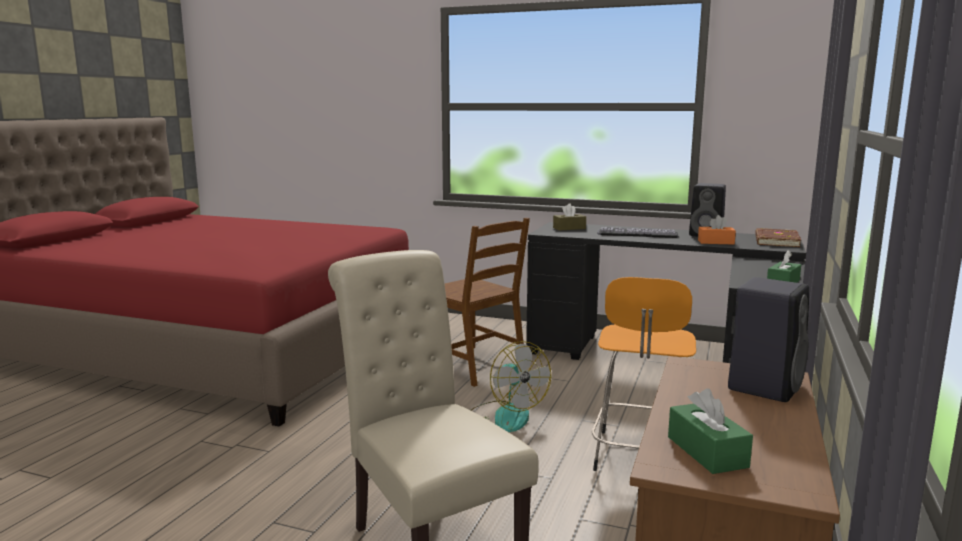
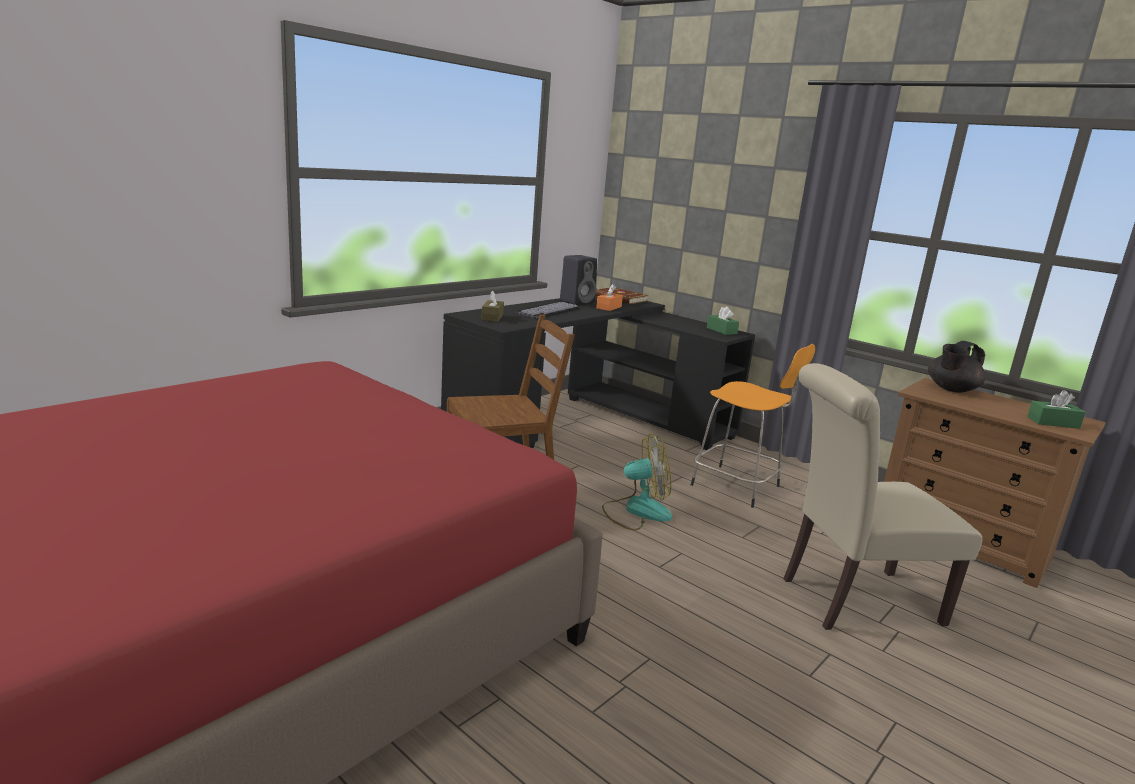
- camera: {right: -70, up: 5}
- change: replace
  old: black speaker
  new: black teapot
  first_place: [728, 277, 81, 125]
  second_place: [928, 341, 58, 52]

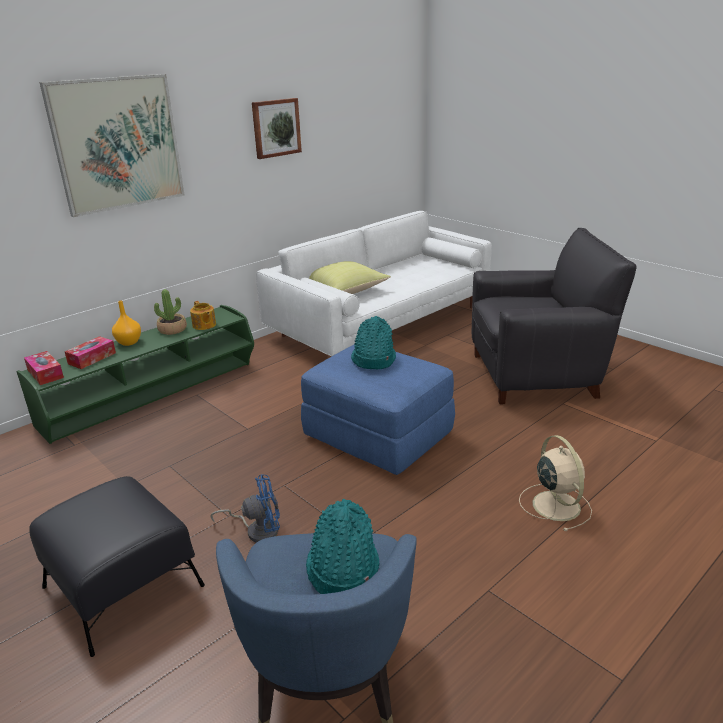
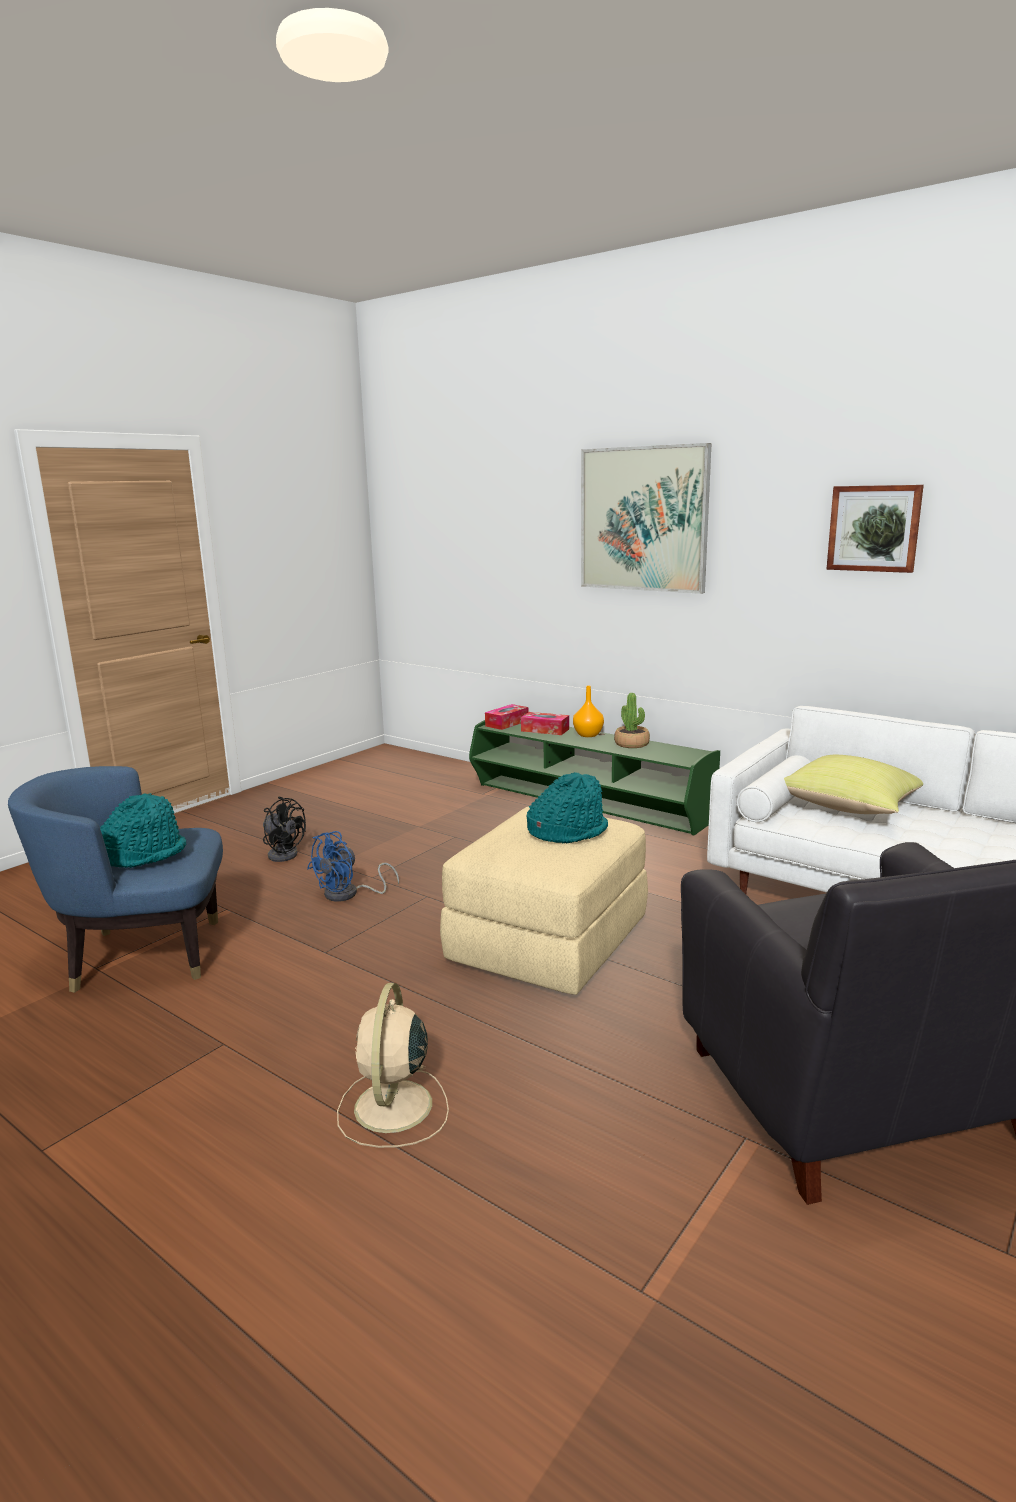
- camera: {right: 80, up: -10}
- change: delete
  old: teapot
  first_place: [190, 301, 26, 29]
- change: replace
  old: black ottoman
  new: black fan
  first_place: [29, 476, 176, 181]
  second_place: [263, 797, 43, 65]
- change: recolor
  old: blue ottoman
  new: beige ottoman
  first_place: [301, 344, 154, 131]
  second_place: [440, 806, 208, 189]
- change: rotate
  old: blue fan
  first_place: [210, 474, 70, 69]
  second_place: [307, 831, 92, 71]
  degrees: 60
- change: rotate
  old: beige fan
  first_place: [519, 435, 73, 96]
  second_place: [337, 983, 112, 165]
  degrees: 120

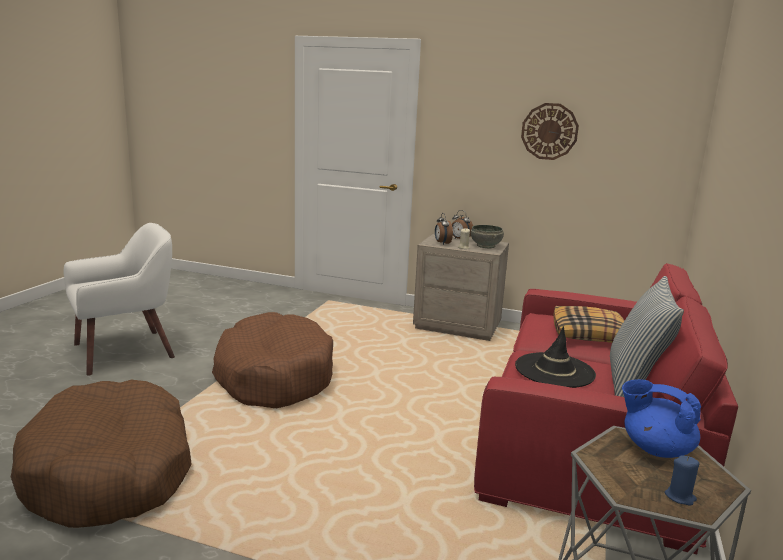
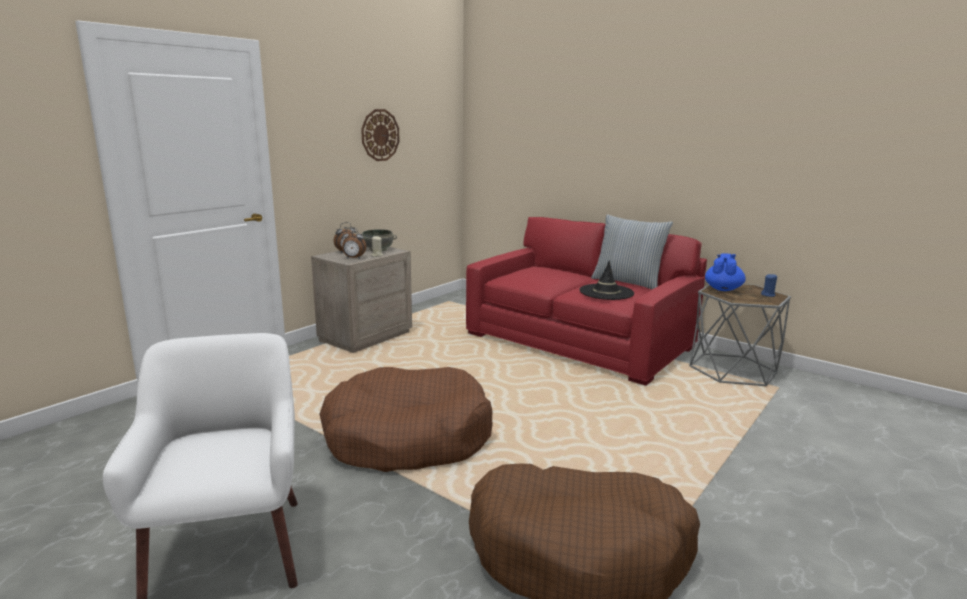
- camera: {right: -70, up: 0}
- change: delete
  old: pillow
  first_place: [553, 306, 72, 37]
- change: rotate
  old: blue teapot
  first_place: [622, 379, 79, 79]
  second_place: [705, 254, 41, 37]
  degrees: 150

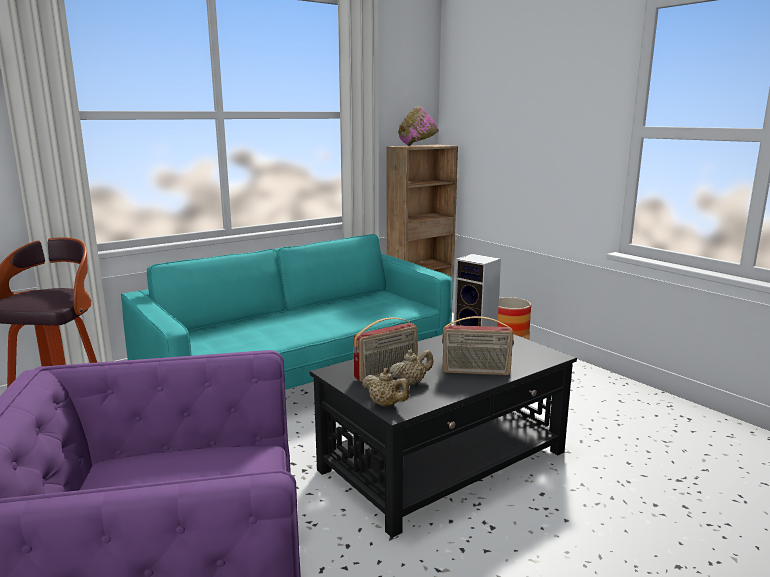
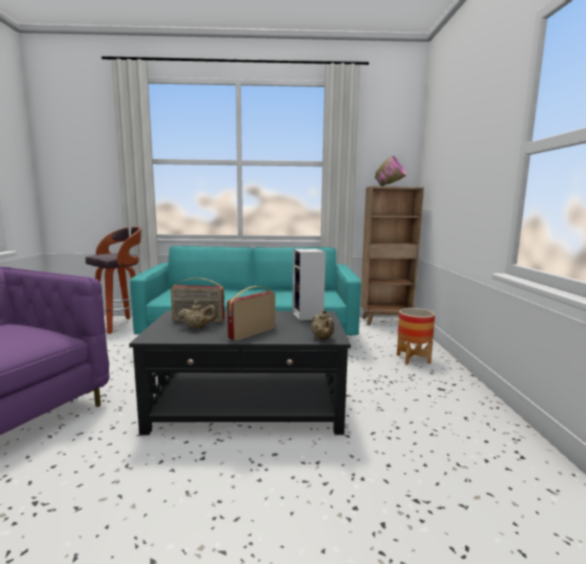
- camera: {right: 35, up: -5}
- change: move
  old: beige teapot
  first_place: [362, 368, 48, 39]
  second_place: [311, 310, 23, 29]
- change: rotate
  old: radio
  first_place: [442, 316, 71, 59]
  second_place: [227, 286, 48, 55]
  degrees: 90

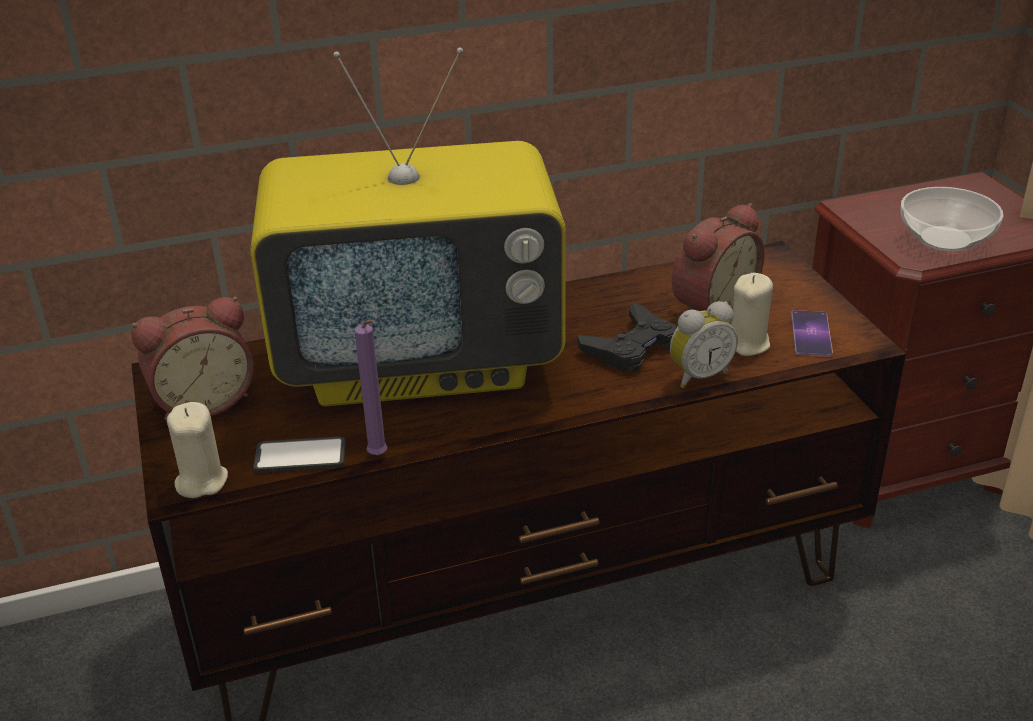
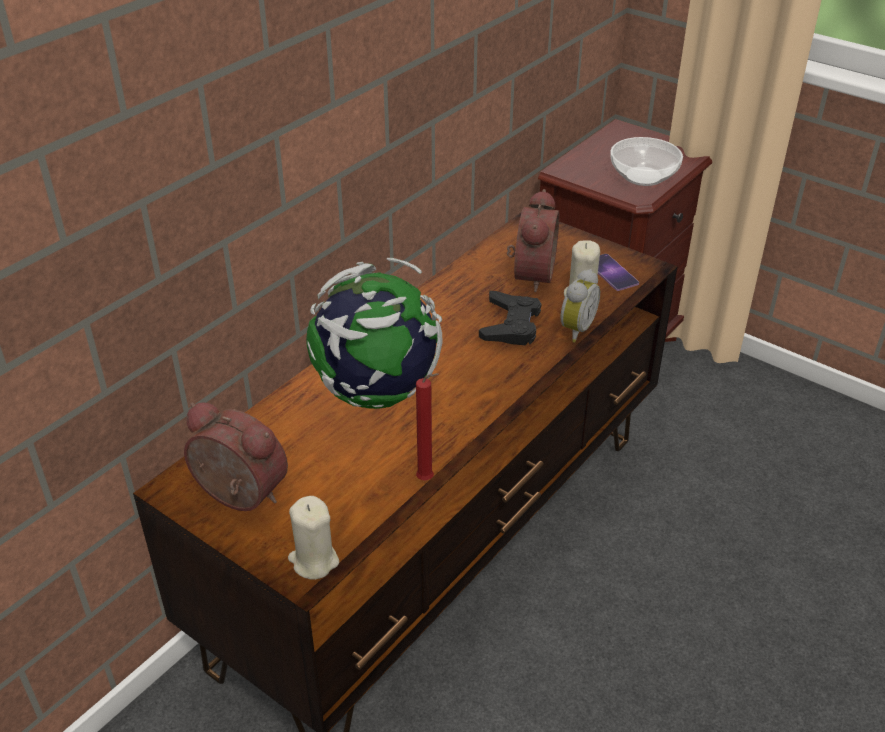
- camera: {right: -35, up: 5}
- change: delete
  old: phone
  first_place: [253, 436, 93, 37]
- change: replace
  old: television
  new: globe
  first_place: [250, 48, 316, 358]
  second_place: [306, 258, 137, 151]
- change: recolor
  old: purple candle
  new: red candle
  first_place: [354, 320, 34, 135]
  second_place: [416, 373, 23, 107]
- change: rotate
  old: alarm clock
  first_place: [131, 297, 123, 123]
  second_place: [184, 402, 104, 109]
  degrees: -90

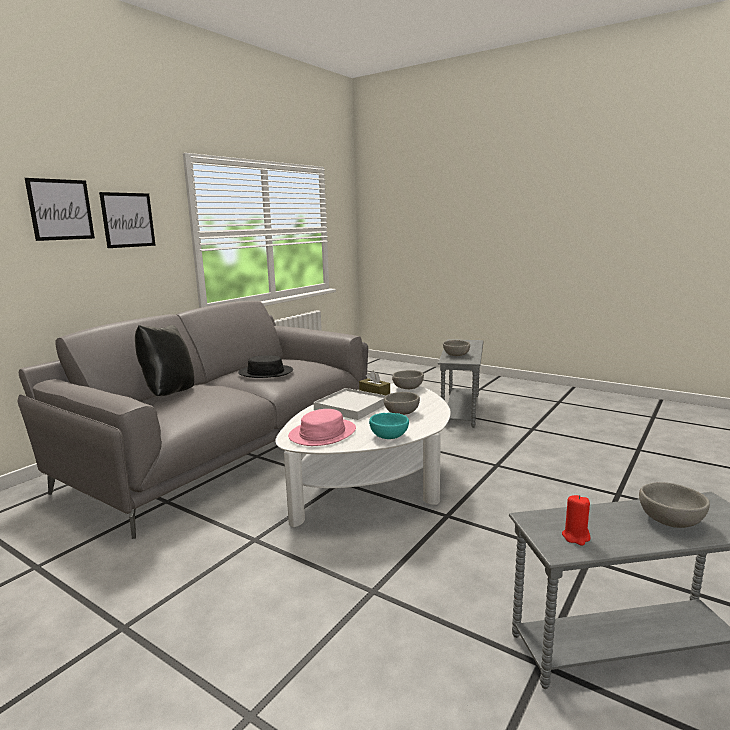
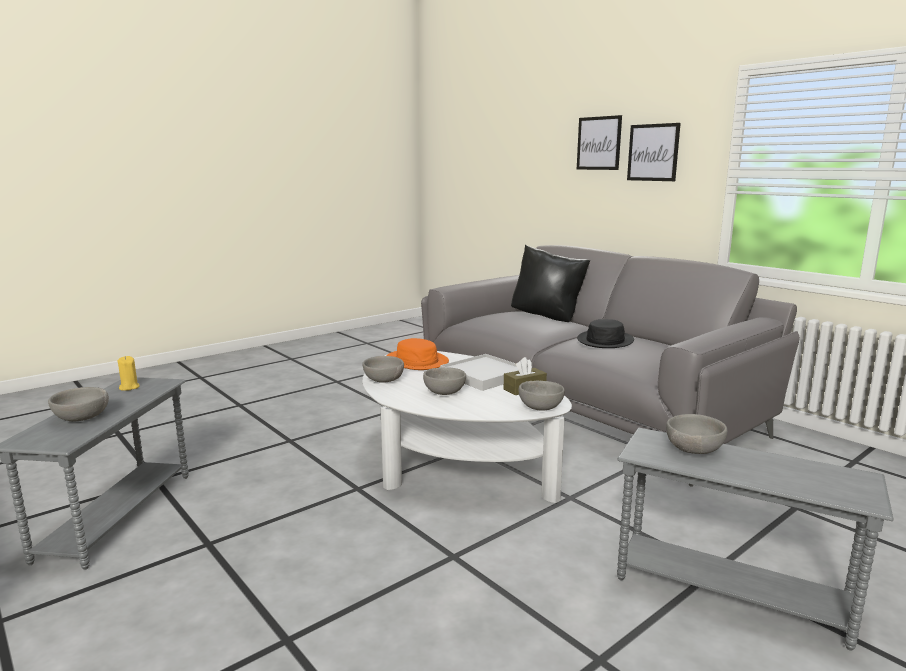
- camera: {right: 105, up: 0}
- change: recolor
  old: pink hat
  new: orange hat
  first_place: [288, 409, 68, 37]
  second_place: [386, 338, 63, 32]
- change: recolor
  old: turquoise bowl
  new: grey bowl
  first_place: [369, 413, 40, 26]
  second_place: [362, 356, 42, 27]
- change: recolor
  old: red candle
  new: yellow candle
  first_place: [562, 495, 29, 51]
  second_place: [118, 356, 22, 35]

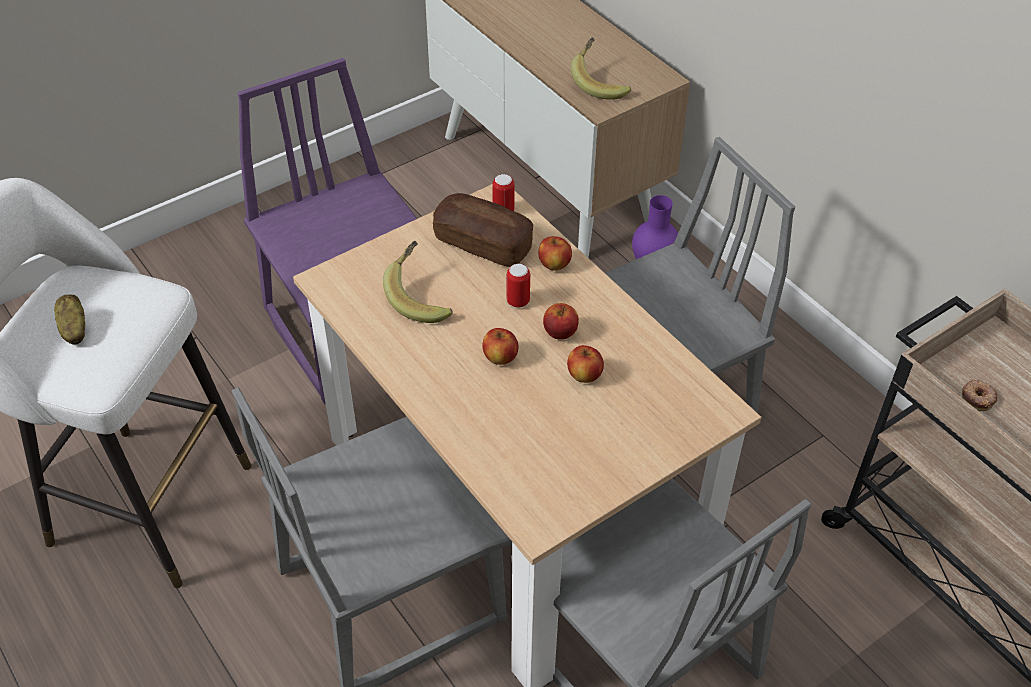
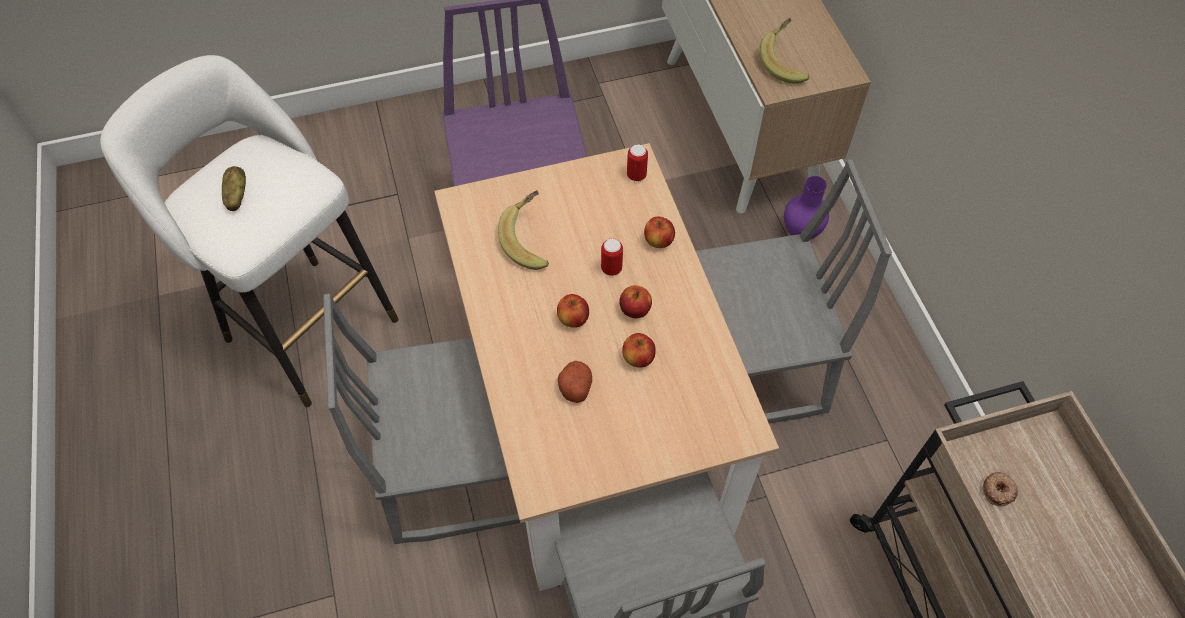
- camera: {right: 20, up: 10}
- change: delete
  old: bread
  first_place: [433, 193, 100, 74]
- change: insert
  new: potato
  second_place: [558, 361, 34, 42]

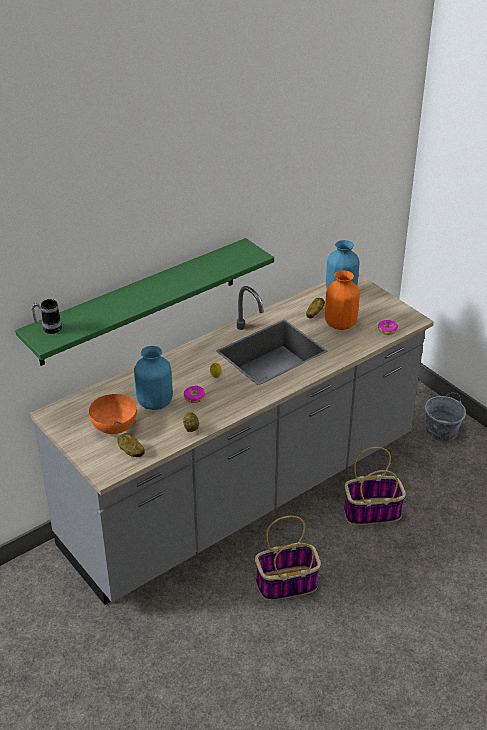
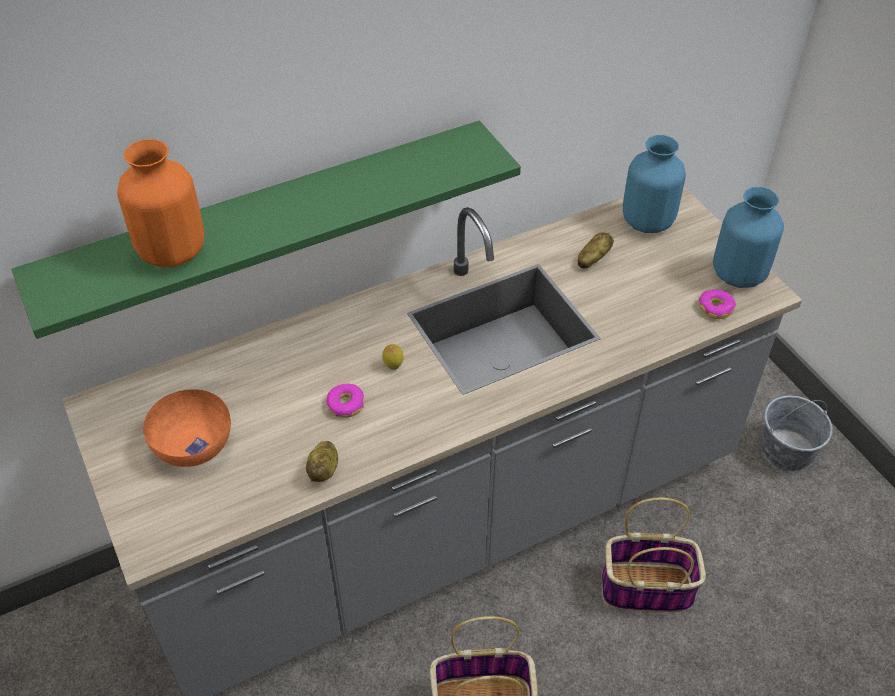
- camera: {right: 10, up: 10}
- change: delete
  old: mug
  first_place: [32, 299, 30, 35]
- change: delete
  old: potato
  first_place: [117, 433, 28, 24]
- change: move
  old: blue vase
  first_place: [134, 346, 39, 64]
  second_place: [713, 187, 71, 101]
- change: move
  old: orange vase
  first_place: [325, 270, 35, 60]
  second_place: [117, 139, 87, 128]

